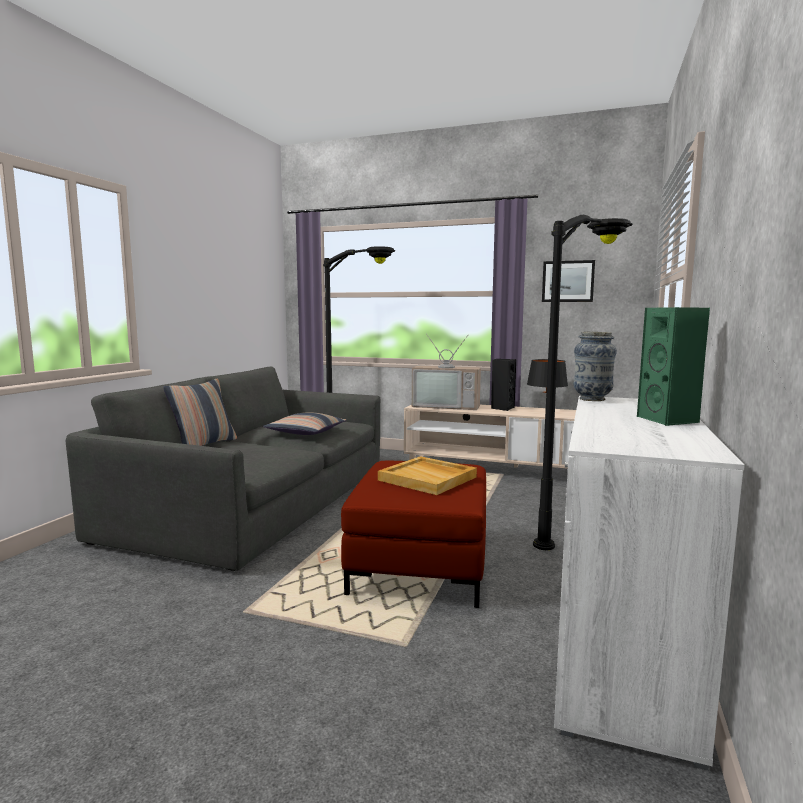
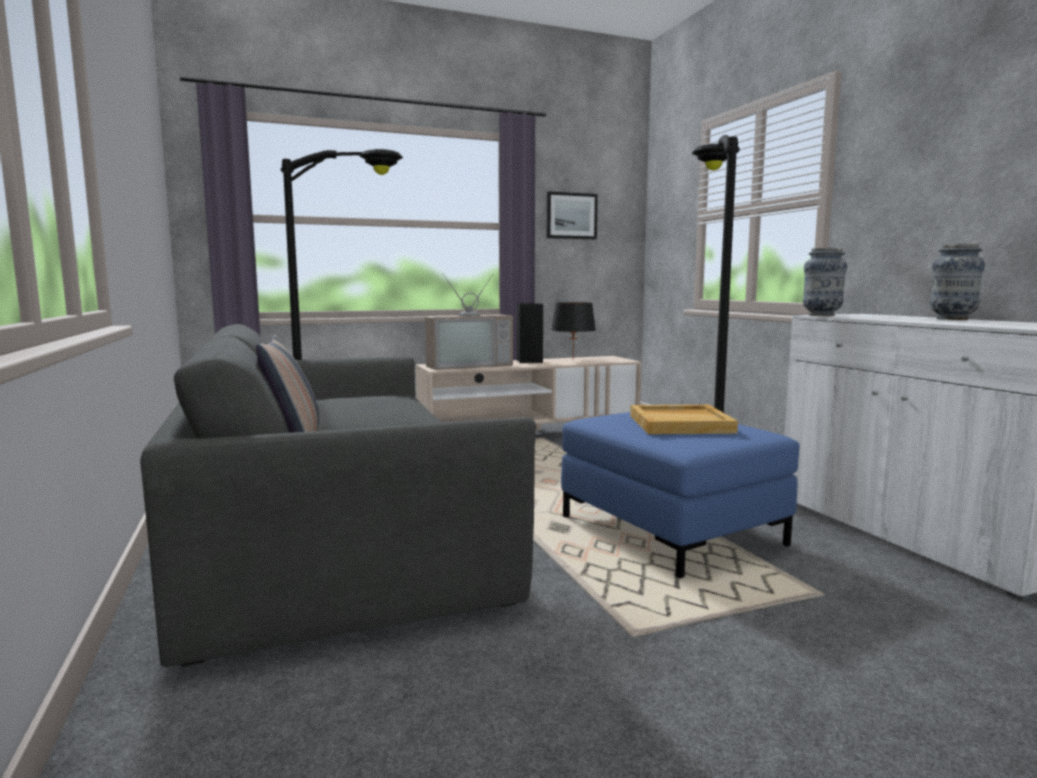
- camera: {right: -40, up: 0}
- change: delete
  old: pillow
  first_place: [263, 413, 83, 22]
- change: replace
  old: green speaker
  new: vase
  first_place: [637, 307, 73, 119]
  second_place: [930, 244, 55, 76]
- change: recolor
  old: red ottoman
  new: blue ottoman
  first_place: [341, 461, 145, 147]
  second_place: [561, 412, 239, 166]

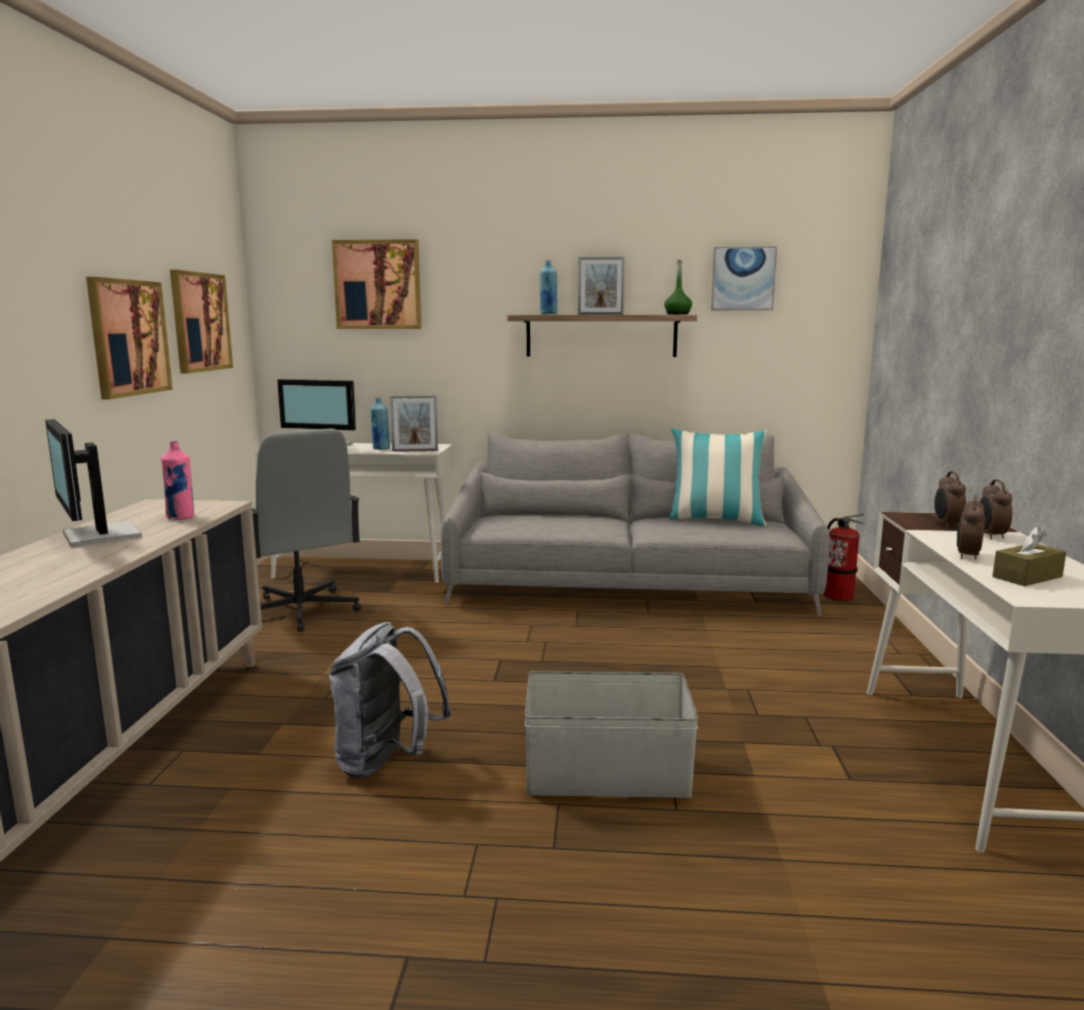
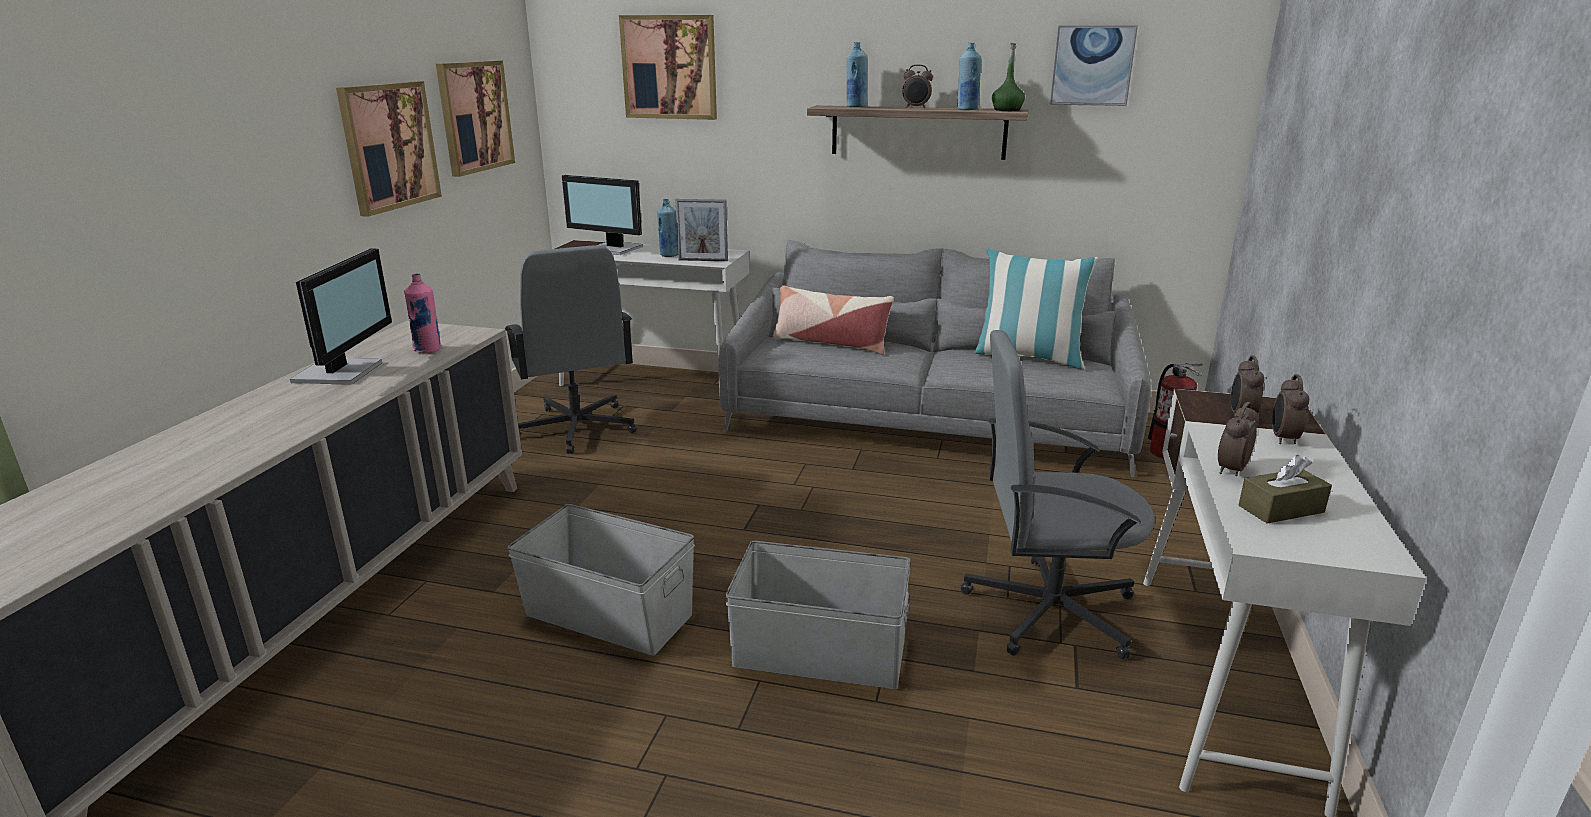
- camera: {right: 10, up: 10}
- change: insert
  new: pillow
  second_place: [773, 285, 121, 70]
- change: insert
  new: blue bottle
  second_place: [957, 43, 24, 67]
- change: insert
  new: grey office chair
  second_place: [961, 330, 194, 329]
- change: replace
  old: grey backpack
  new: grey storage box
  first_place: [329, 622, 123, 157]
  second_place: [507, 504, 188, 152]
- change: replace
  old: picture frame
  new: alarm clock
  first_place: [578, 257, 47, 58]
  second_place: [902, 65, 31, 43]
- change: rotate
  old: monitor
  first_place: [45, 419, 97, 129]
  second_place: [290, 249, 102, 136]
  degrees: -150

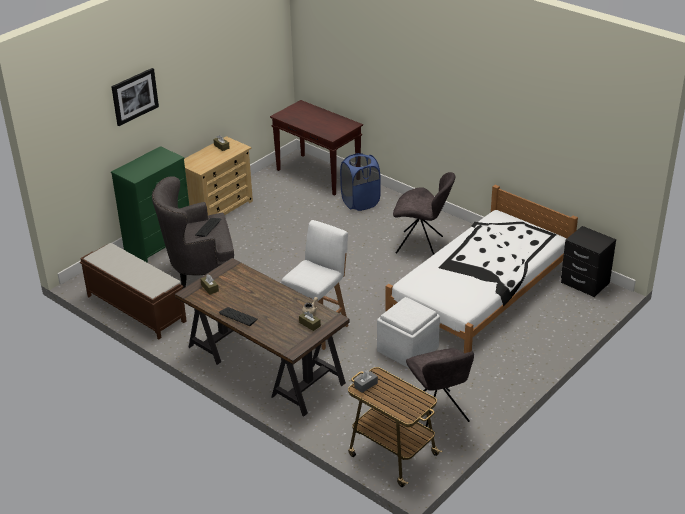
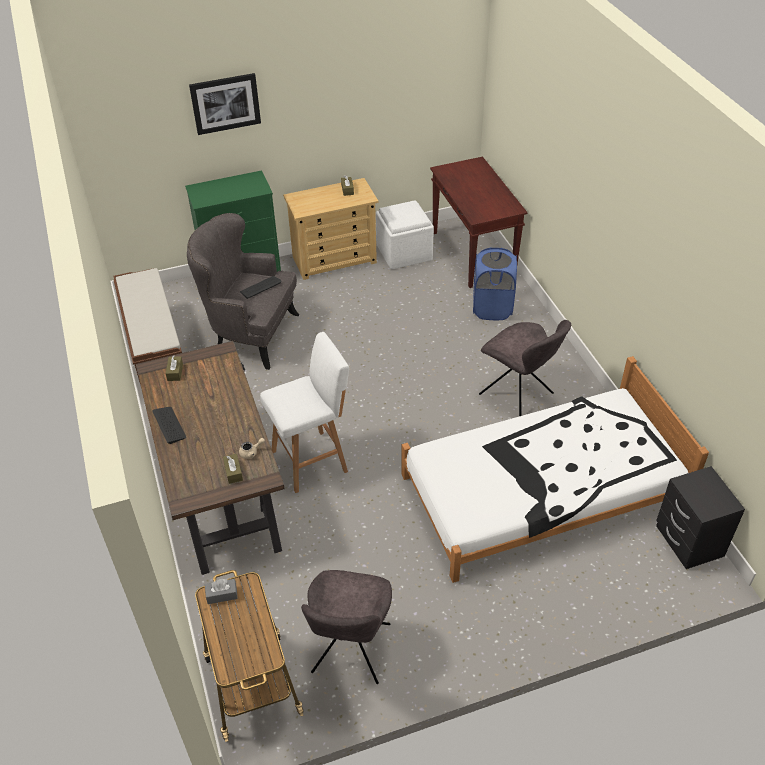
- camera: {right: 30, up: 10}
- change: move
  old: white ottoman
  first_place: [377, 297, 63, 71]
  second_place: [376, 200, 58, 69]

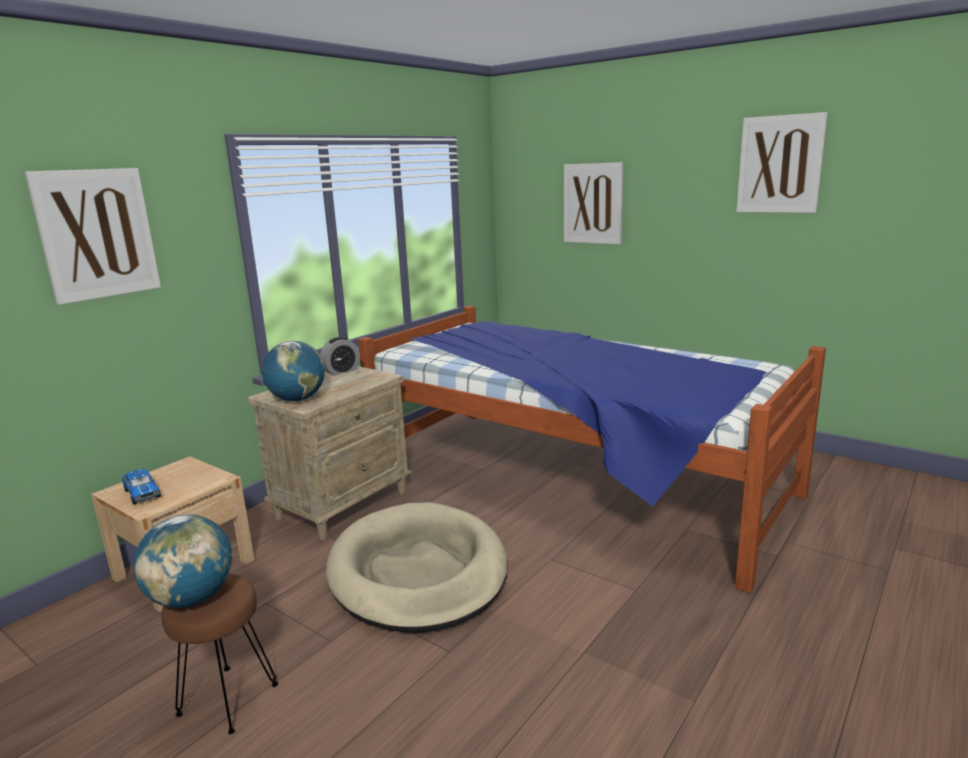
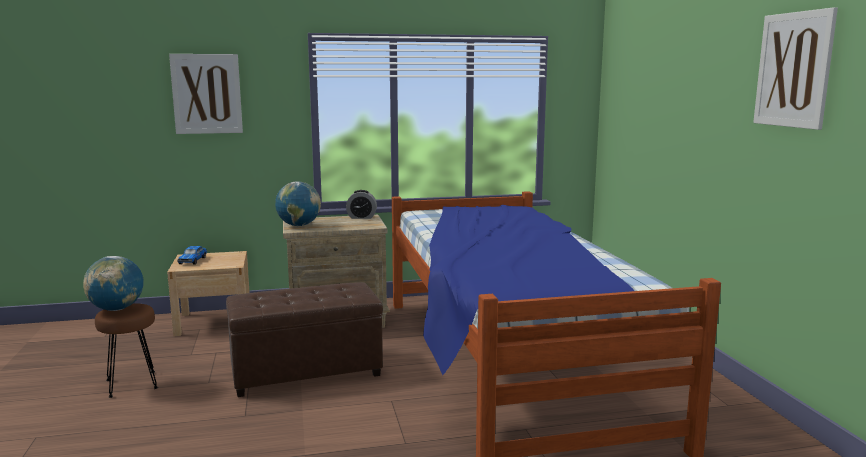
- camera: {right: 40, up: -5}
- change: delete
  old: picture
  first_place: [564, 162, 59, 82]
- change: replace
  old: beige dog bed
  new: brown ottoman
  first_place: [326, 502, 182, 131]
  second_place: [226, 282, 157, 115]

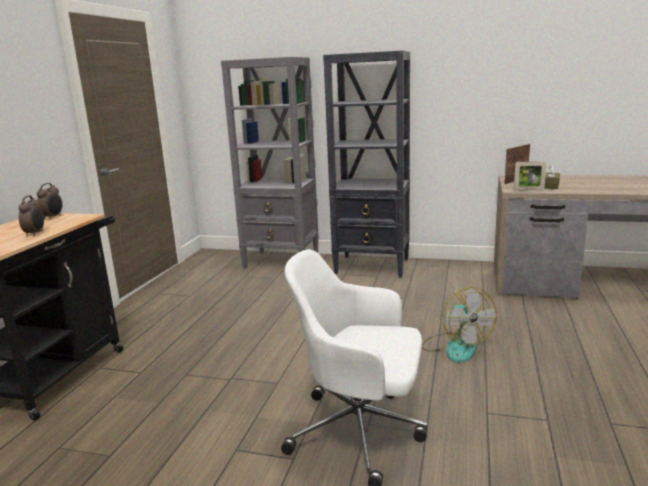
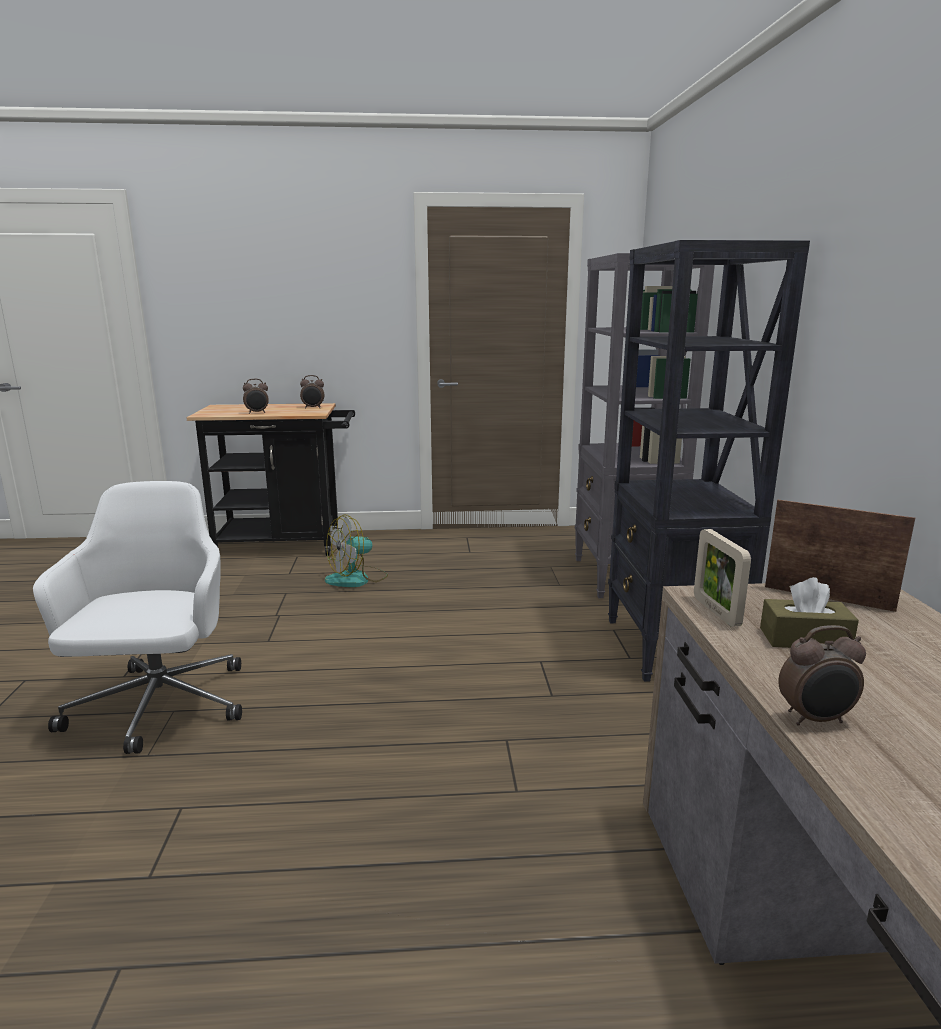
- camera: {right: 70, up: 0}
- change: insert
  new: alarm clock
  second_place: [778, 625, 88, 101]
- change: move
  old: fan
  first_place: [422, 287, 75, 76]
  second_place: [325, 515, 63, 72]

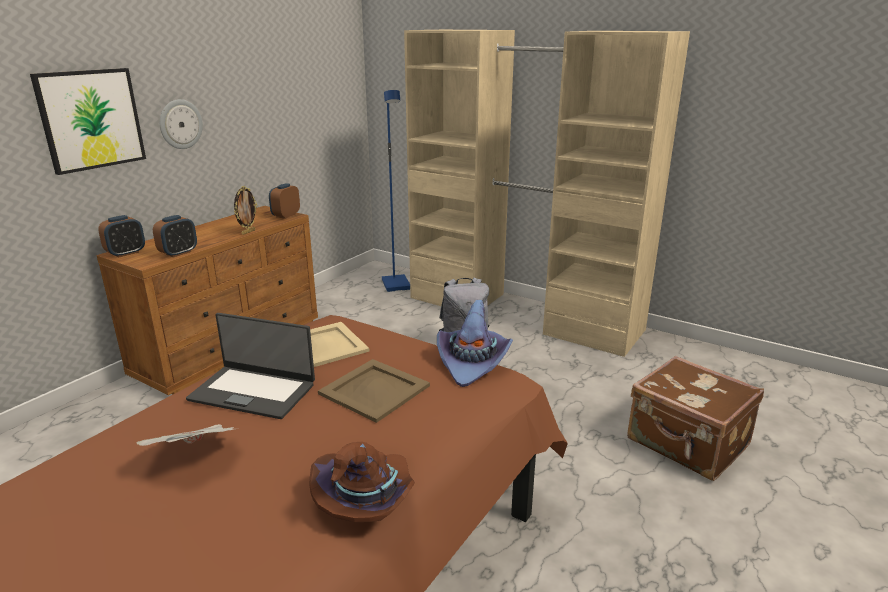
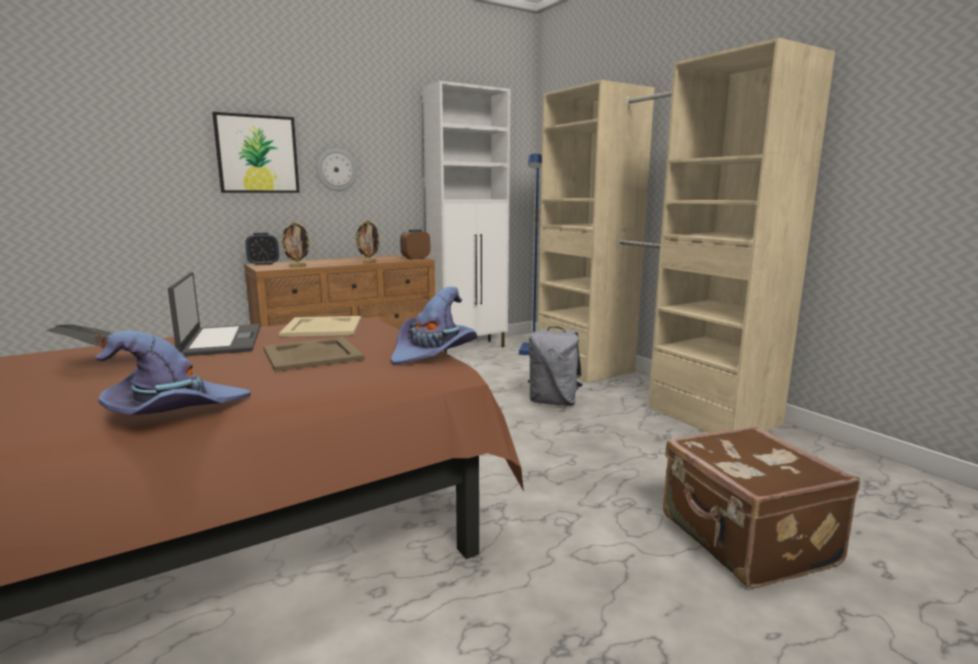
- camera: {right: 25, up: -10}
- change: insert
  new: white cabinet
  second_place: [423, 81, 88, 273]
- change: replace
  old: alarm clock
  new: picture frame
  first_place: [153, 215, 44, 43]
  second_place: [280, 221, 31, 47]
- change: recolor
  old: brown hat
  new: purple hat
  first_place: [309, 442, 106, 80]
  second_place: [96, 331, 155, 84]
- change: rotate
  old: laptop
  first_place: [186, 313, 129, 106]
  second_place: [168, 272, 92, 84]
  degrees: -150

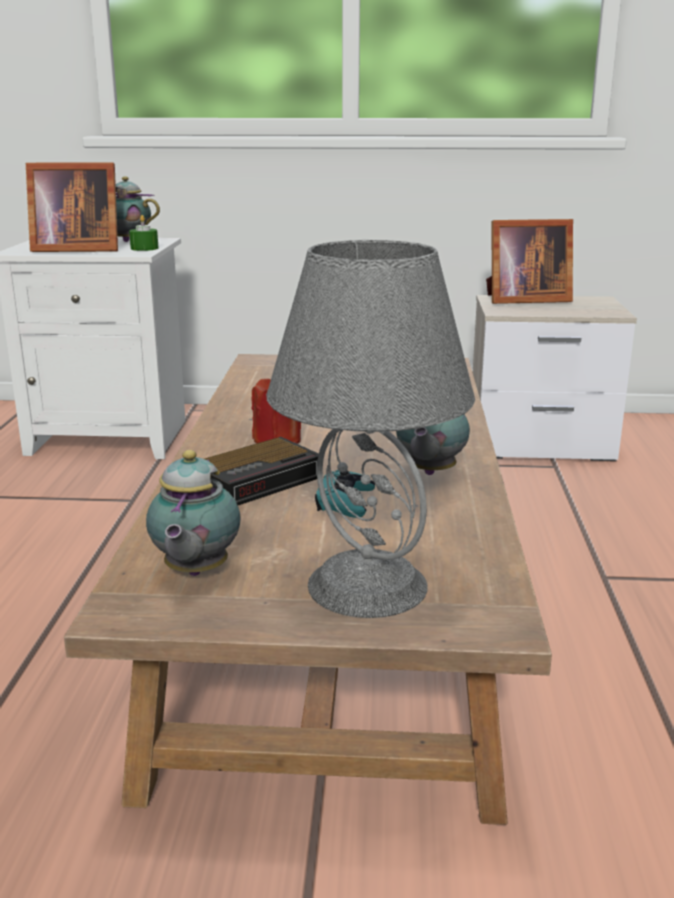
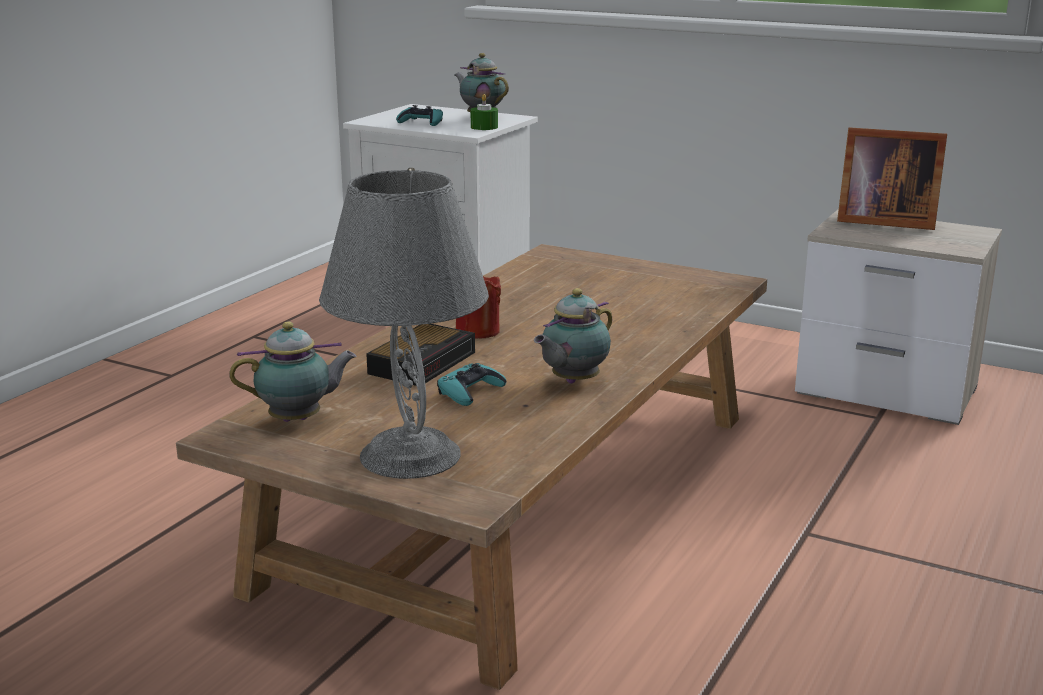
- camera: {right: 25, up: 0}
- change: replace
  old: picture frame
  new: turquoise game controller
  first_place: [26, 162, 92, 90]
  second_place: [396, 105, 47, 21]
- change: rotate
  old: teapot
  first_place: [146, 450, 95, 126]
  second_place: [229, 321, 128, 101]
  degrees: -135
- change: rotate
  old: alarm clock
  first_place: [205, 437, 114, 68]
  second_place: [366, 324, 109, 62]
  degrees: -45

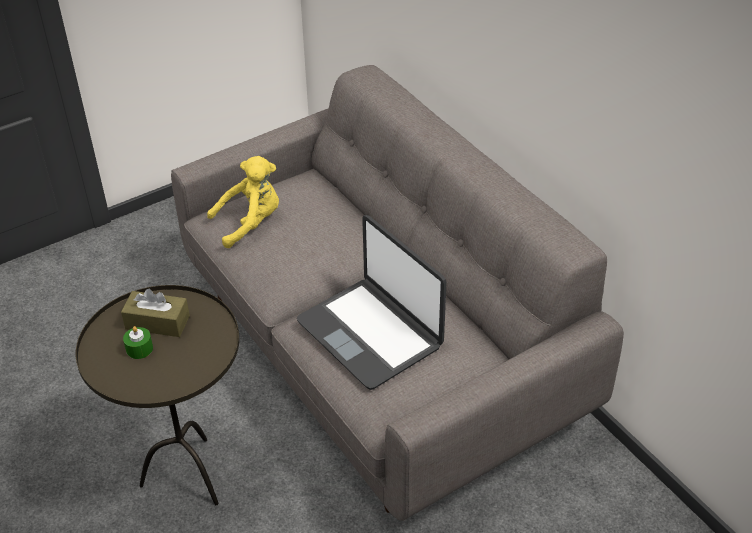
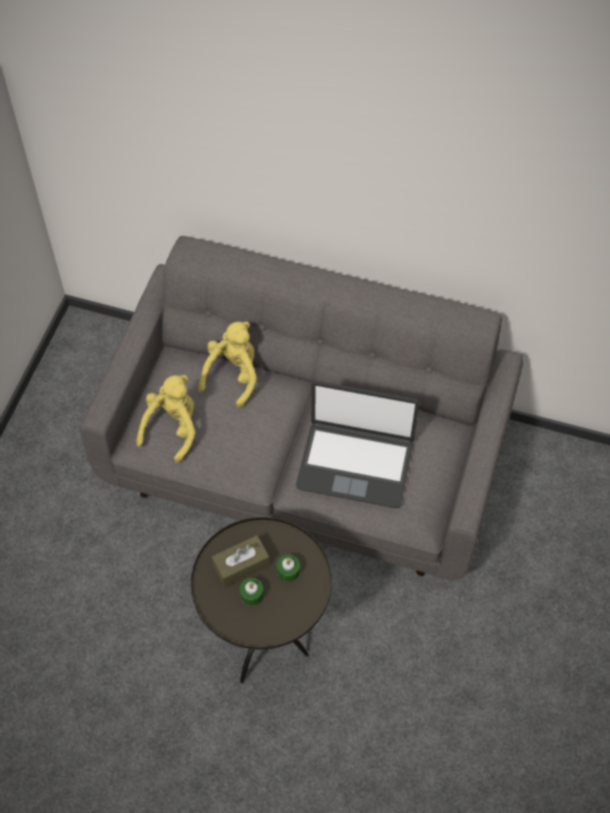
- camera: {right: -40, up: 15}
- change: insert
  new: yellow plush toy
  second_place: [198, 322, 59, 87]
- change: insert
  new: green candle
  second_place: [277, 554, 23, 28]

